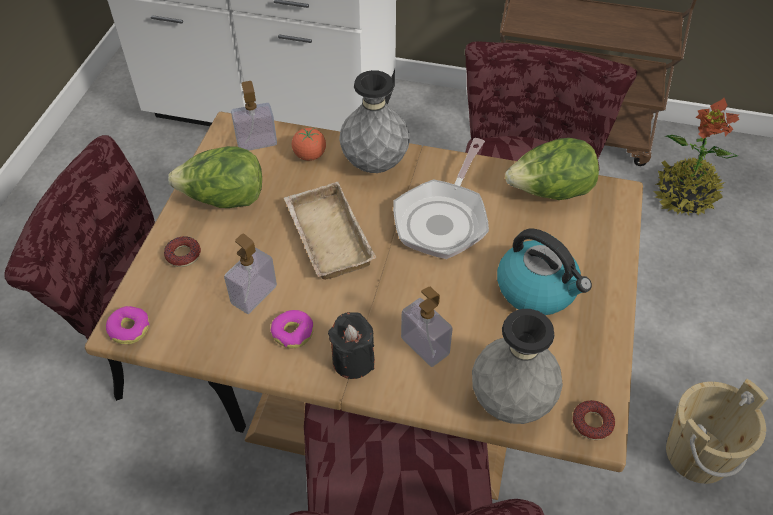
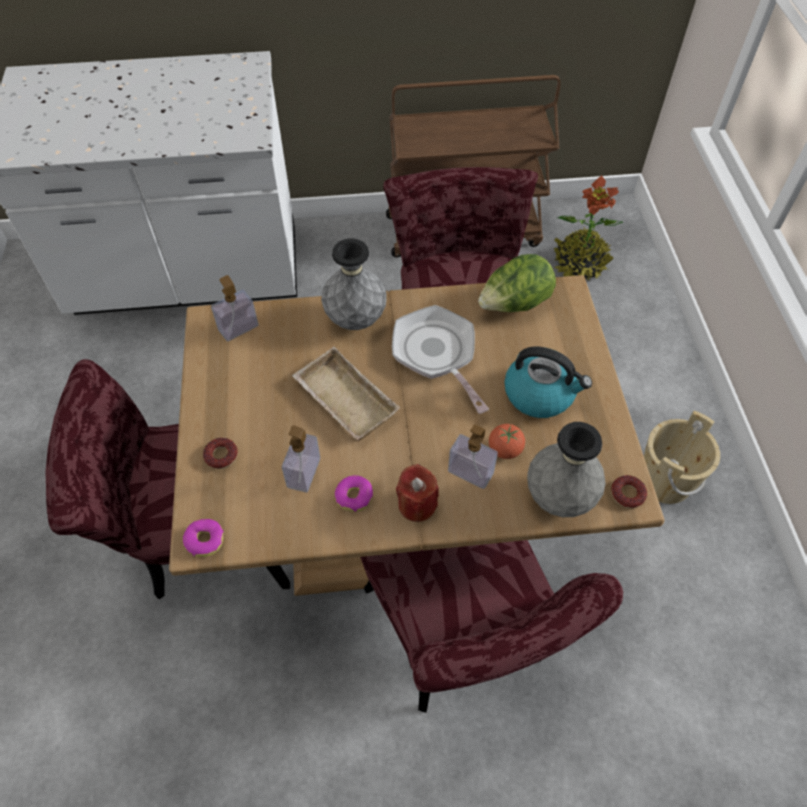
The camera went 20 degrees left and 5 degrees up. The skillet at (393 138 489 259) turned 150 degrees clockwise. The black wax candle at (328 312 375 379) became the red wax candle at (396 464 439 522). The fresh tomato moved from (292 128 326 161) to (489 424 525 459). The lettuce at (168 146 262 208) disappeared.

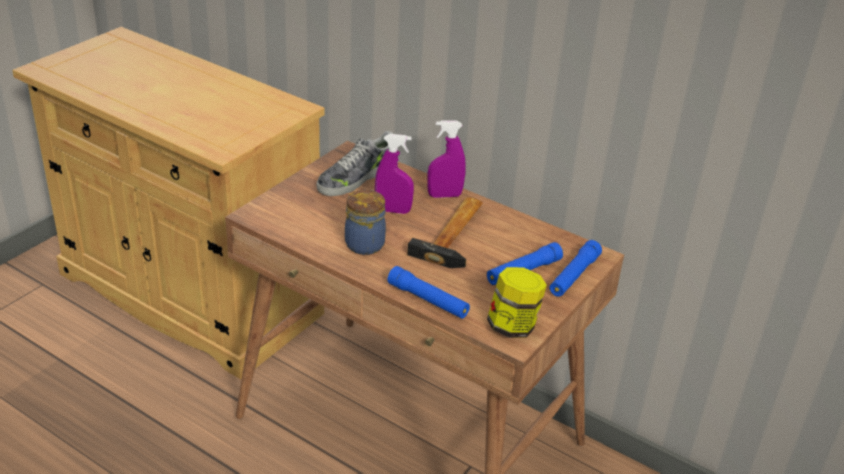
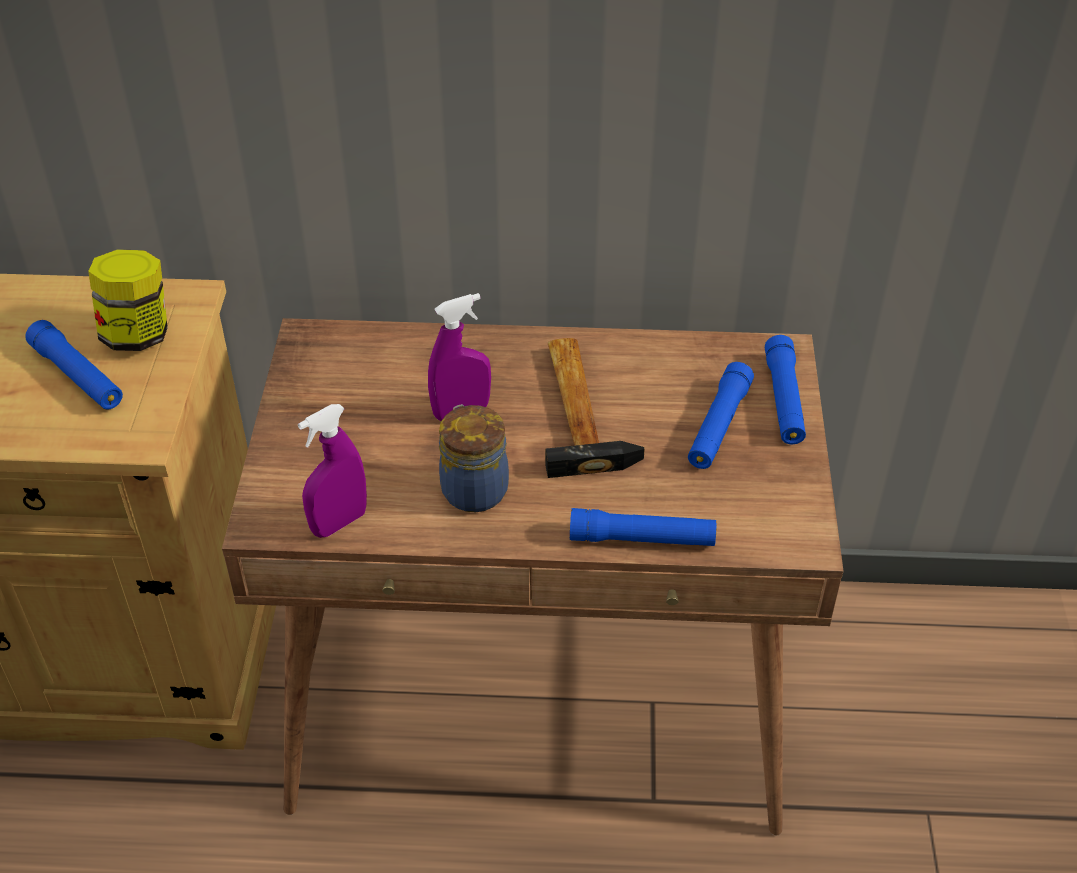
The camera went 30 degrees left and 10 degrees up. The blue torch at (25 320 123 410) appeared. The storage jar moved from (487 267 547 338) to (88 249 168 351). The purple-coloured spray bottle moved from (428 120 466 198) to (298 404 367 538). The item of footwear at (317 131 398 196) disappeared.

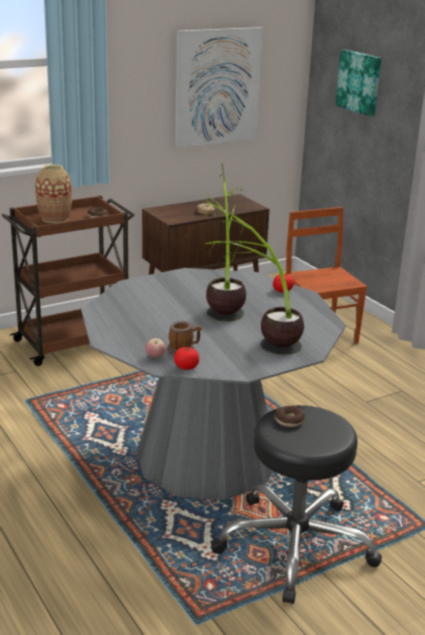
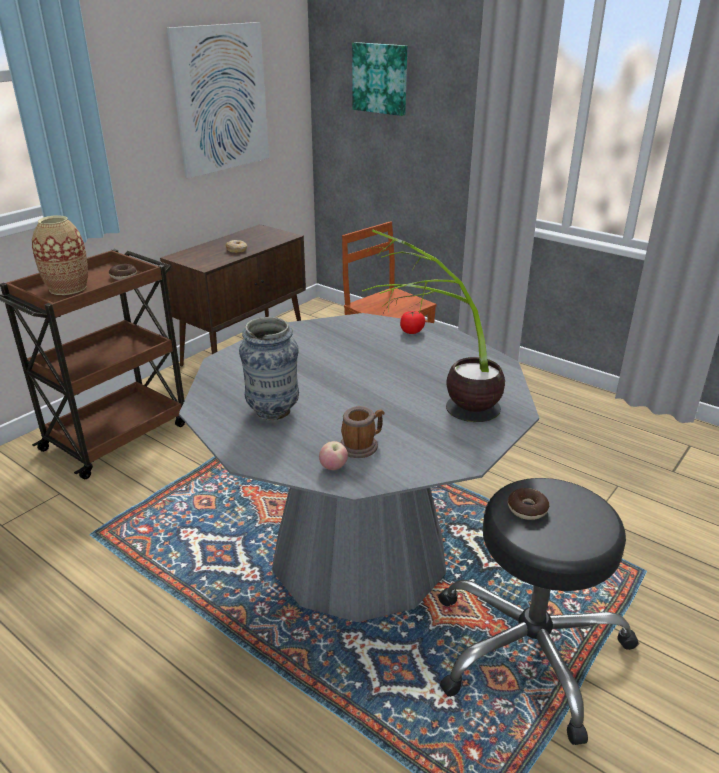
The camera went 20 degrees left and 5 degrees up. The decorative vase at (239 317 299 420) appeared. The fresh tomato at (174 347 199 370) disappeared. The houseplant at (203 163 246 321) disappeared.

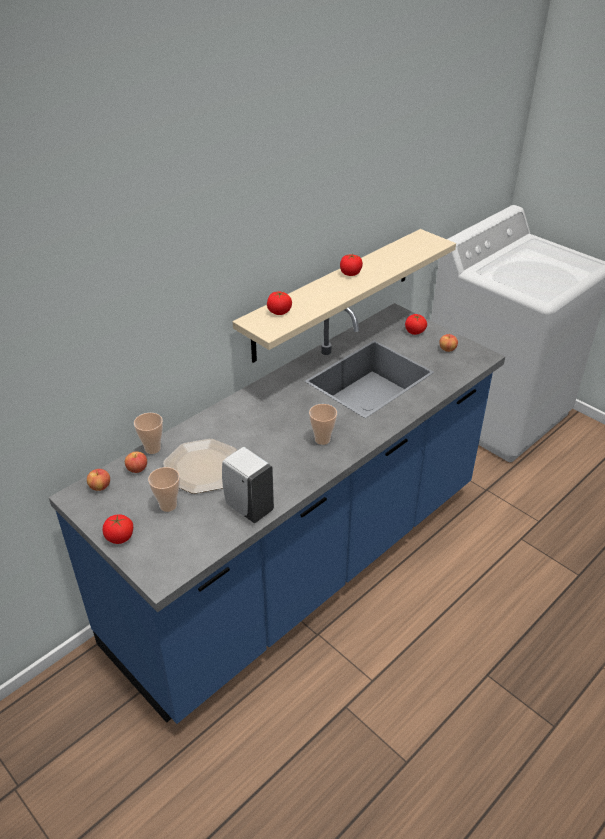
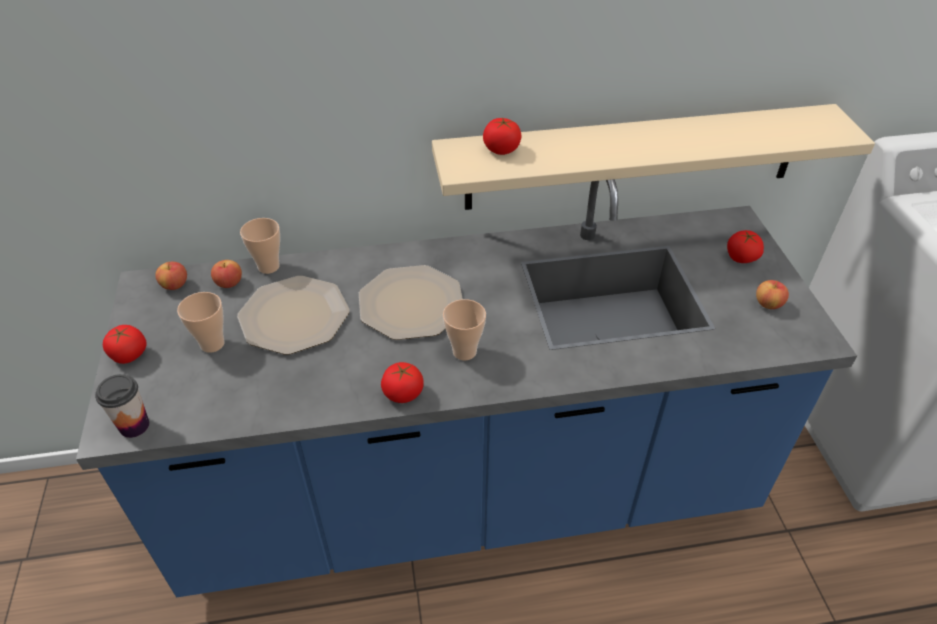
The camera went 35 degrees right and 5 degrees up. The drinking cup at (95 374 149 438) appeared. The dinner plate at (359 265 463 340) appeared. The fresh tomato moved from (340 254 363 276) to (381 362 424 403). The white-coloured soap bottle at (222 447 274 523) disappeared.

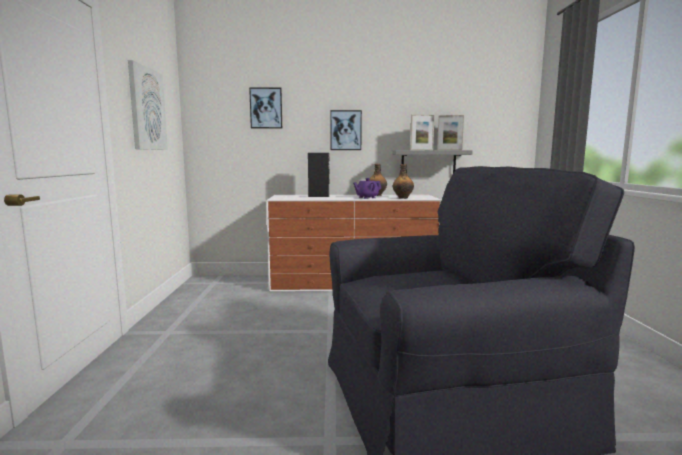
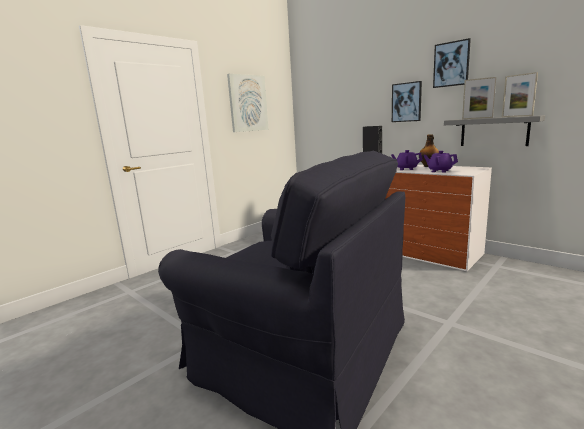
The camera went 45 degrees right and 5 degrees up. The beverage bottle at (393 164 414 199) was replaced by the purple-coloured tea pot at (424 151 458 173). The wall picture moved from (249 88 282 129) to (433 38 471 88).

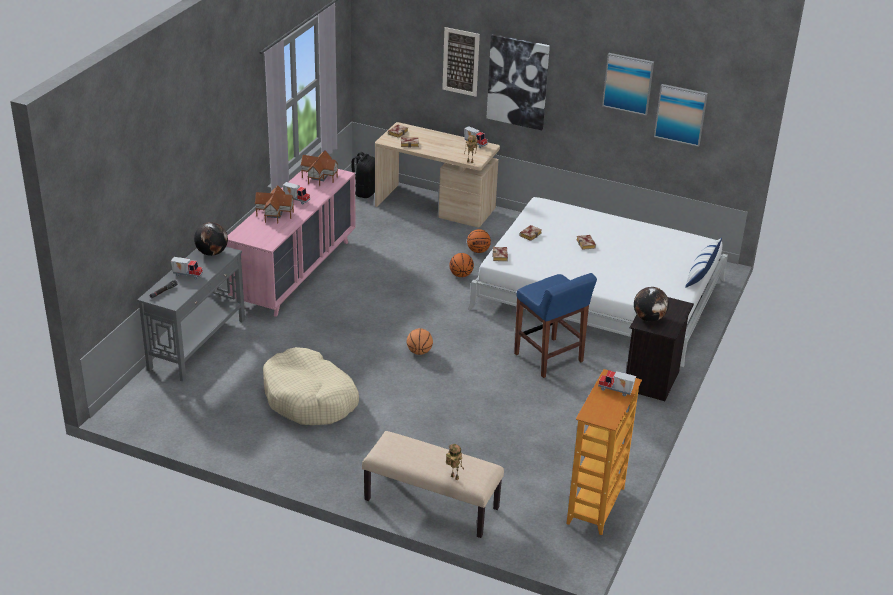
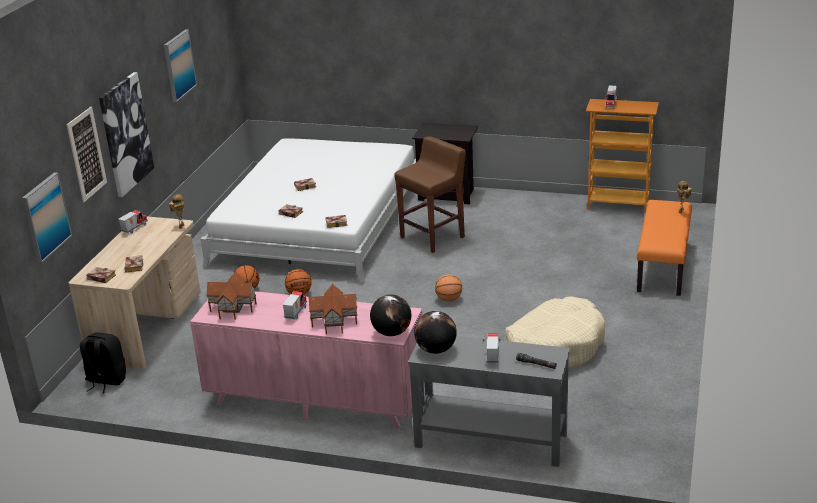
The camera went 95 degrees left and 5 degrees down. The wall picture moved from (654 84 708 147) to (22 172 72 263). The desk globe moved from (634 287 669 322) to (370 294 411 336). The blue sitting stool at (514 273 597 378) became the brownish sitting stool at (394 136 466 253). The beige long seat at (362 431 504 538) became the orangey long seat at (637 200 692 296). The throw pillow at (685 238 722 288) disappeared.

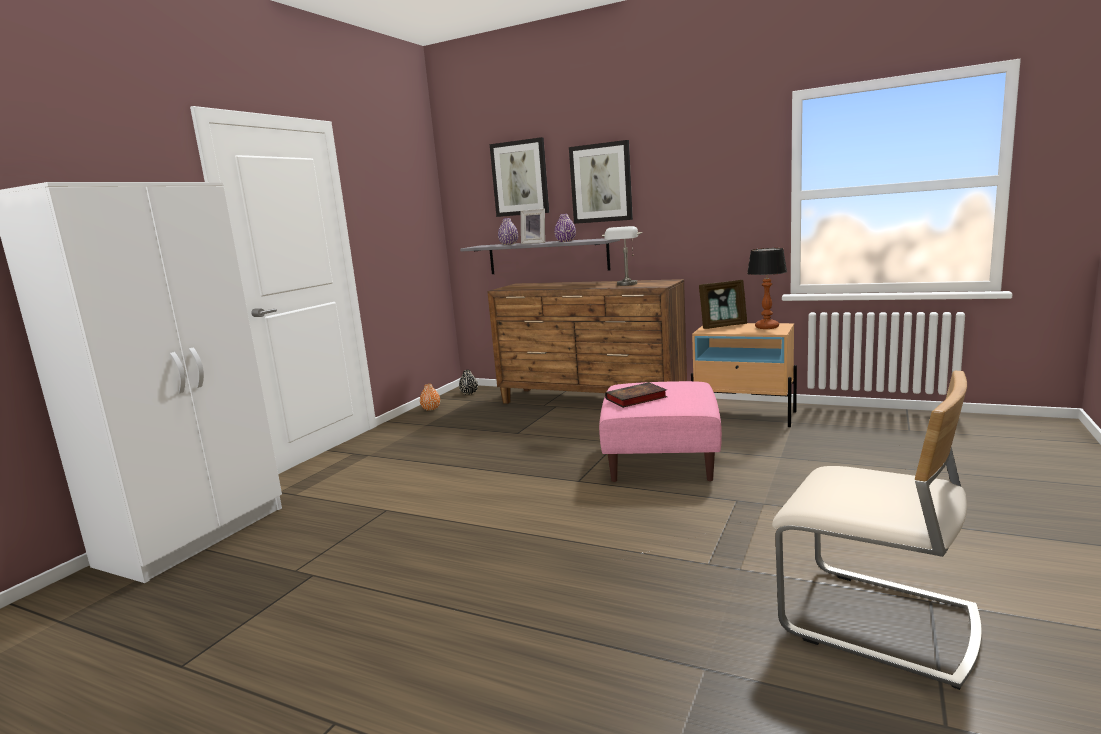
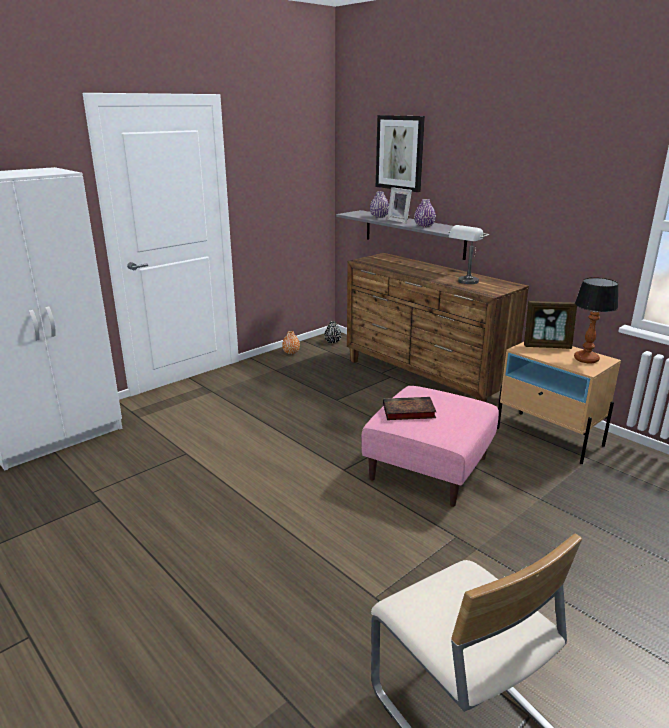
The camera went 20 degrees right and 10 degrees up. The wall picture at (569 140 633 224) disappeared.

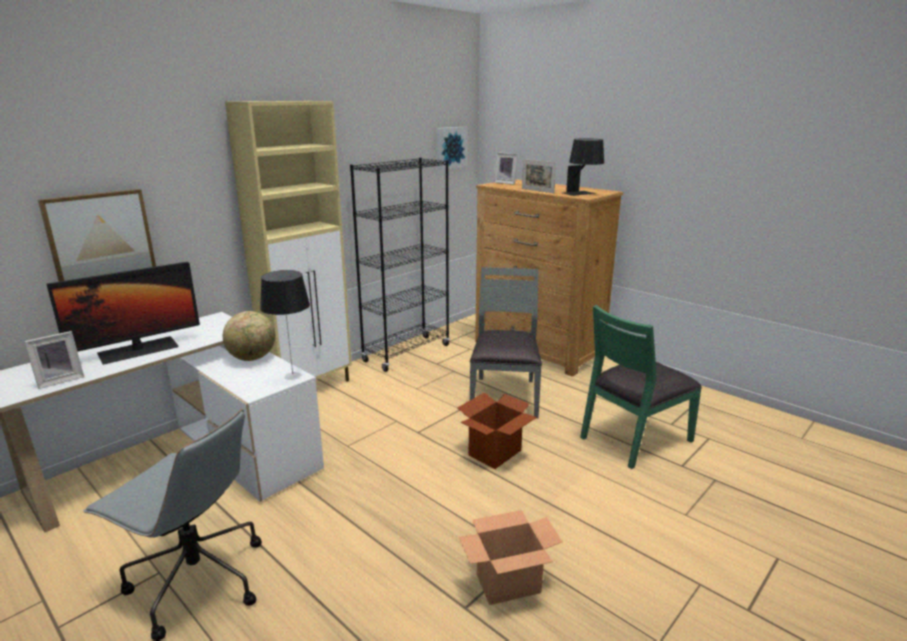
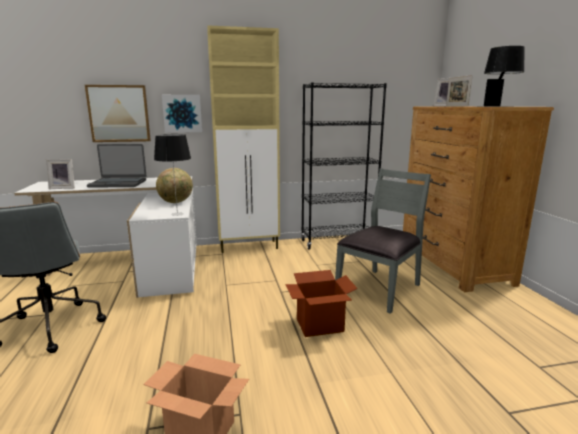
The camera went 35 degrees right and 5 degrees down. The computer screen at (46 262 200 365) was replaced by the laptop at (87 144 146 188). The wall picture moved from (437 127 467 170) to (162 95 202 133). The green plain chair at (580 305 702 469) disappeared.

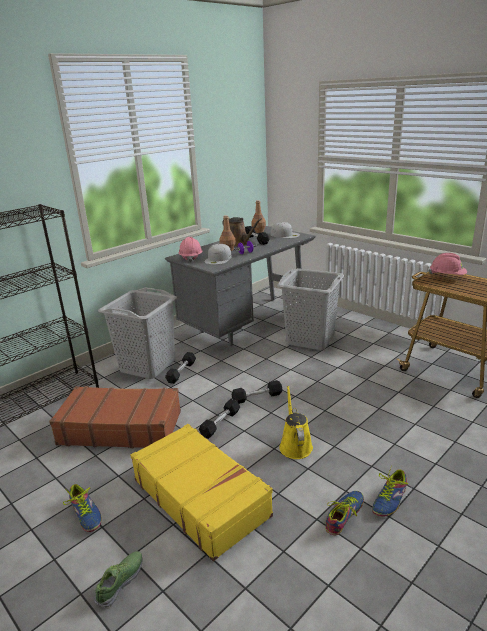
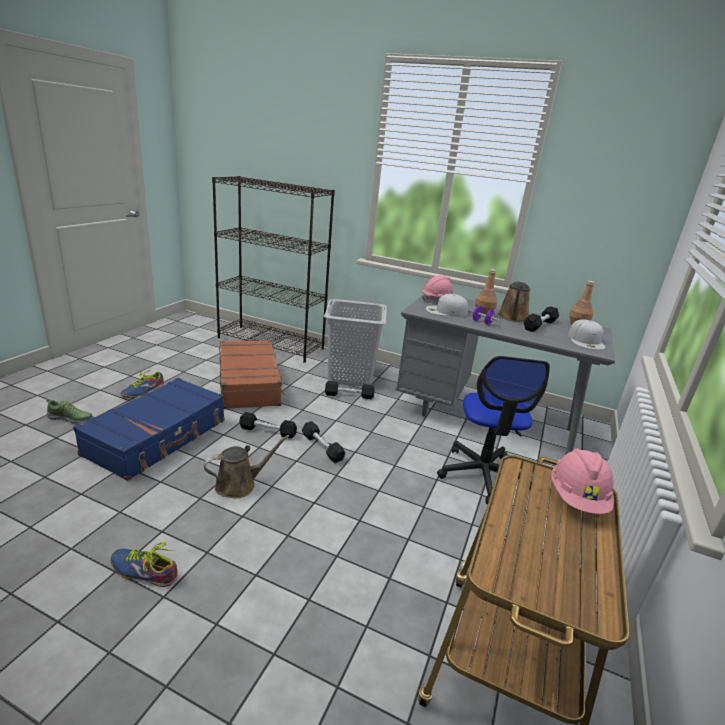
The camera went 65 degrees right and 0 degrees up. The yellow-coloured travel case at (130 424 273 561) became the blue travel case at (73 378 225 481). The yellow-coloured sprinkling can at (279 386 313 459) became the brownish sprinkling can at (203 435 289 498). The gray washing basket at (277 268 345 350) was replaced by the desk chair at (437 356 550 504). The item of footwear at (325 491 364 535) disappeared.

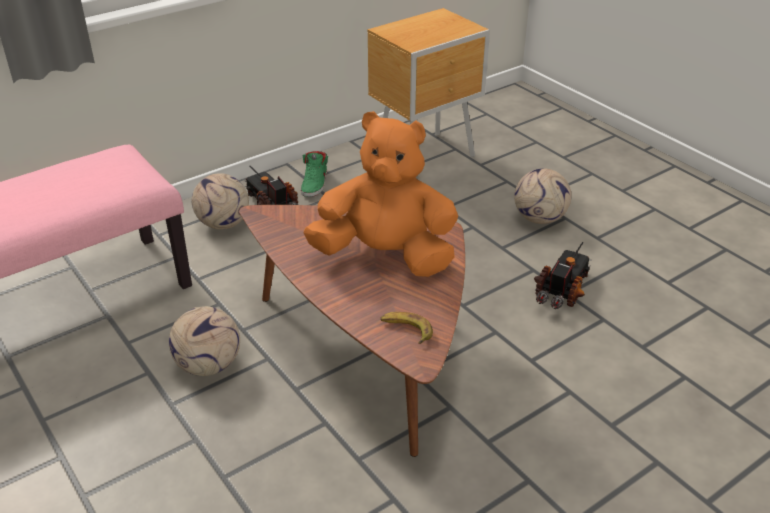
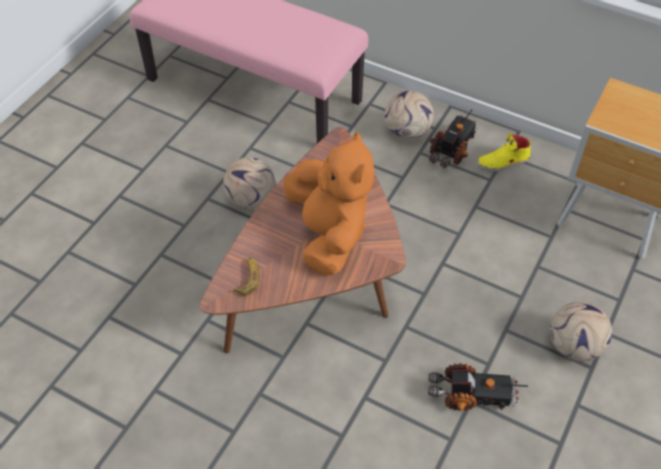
The camera went 65 degrees right and 15 degrees up. The green item of footwear at (301 151 328 197) became the yellow-coloured item of footwear at (477 133 531 171).

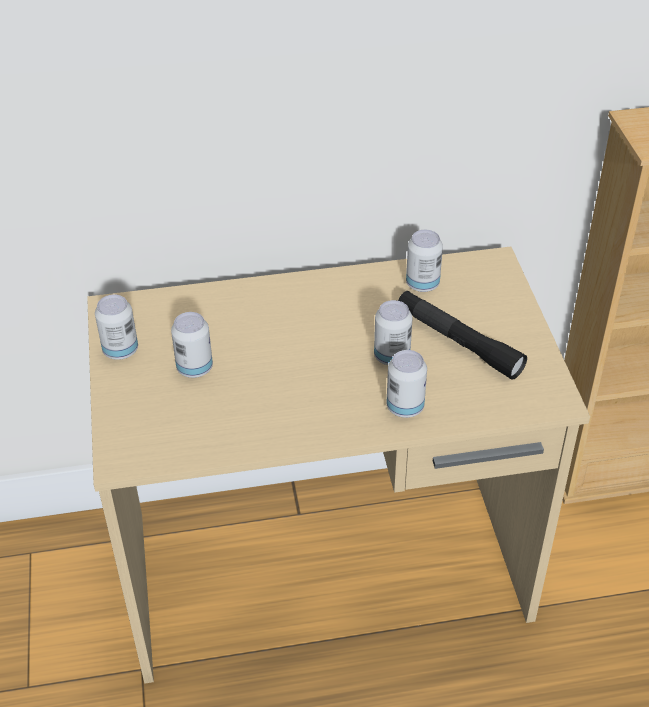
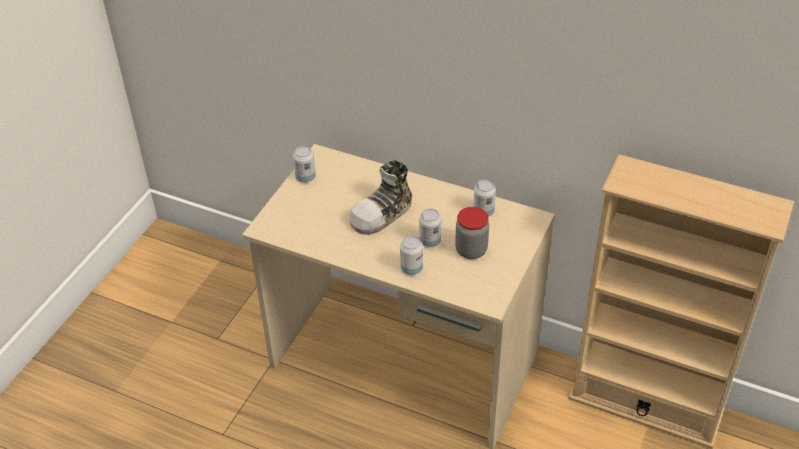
The camera went 35 degrees right and 0 degrees up. The item of footwear at (350 160 412 235) appeared. The black torch at (398 291 527 380) was replaced by the storage jar at (455 207 489 259). The sealed can at (171 312 213 378) disappeared.

